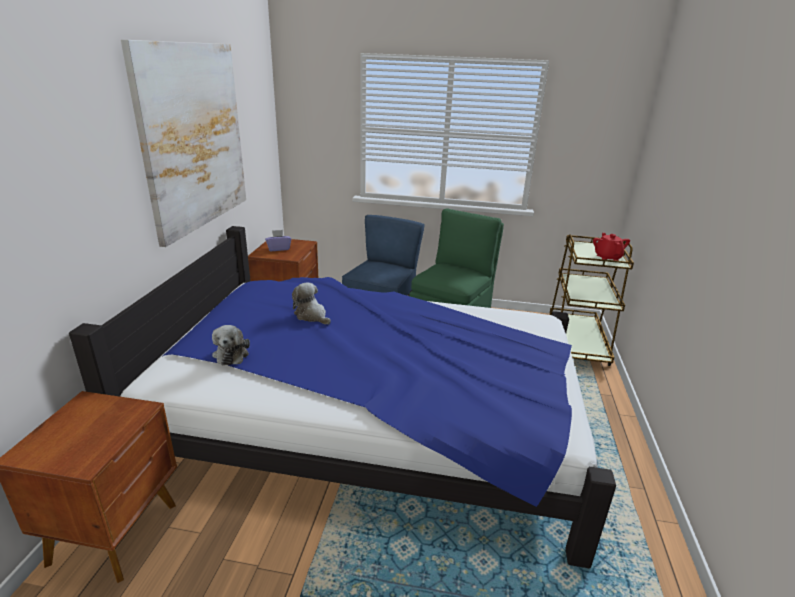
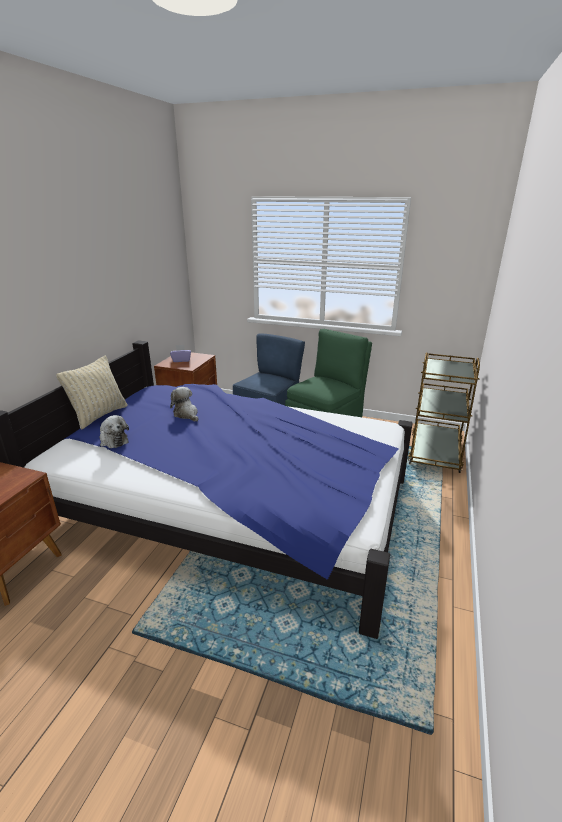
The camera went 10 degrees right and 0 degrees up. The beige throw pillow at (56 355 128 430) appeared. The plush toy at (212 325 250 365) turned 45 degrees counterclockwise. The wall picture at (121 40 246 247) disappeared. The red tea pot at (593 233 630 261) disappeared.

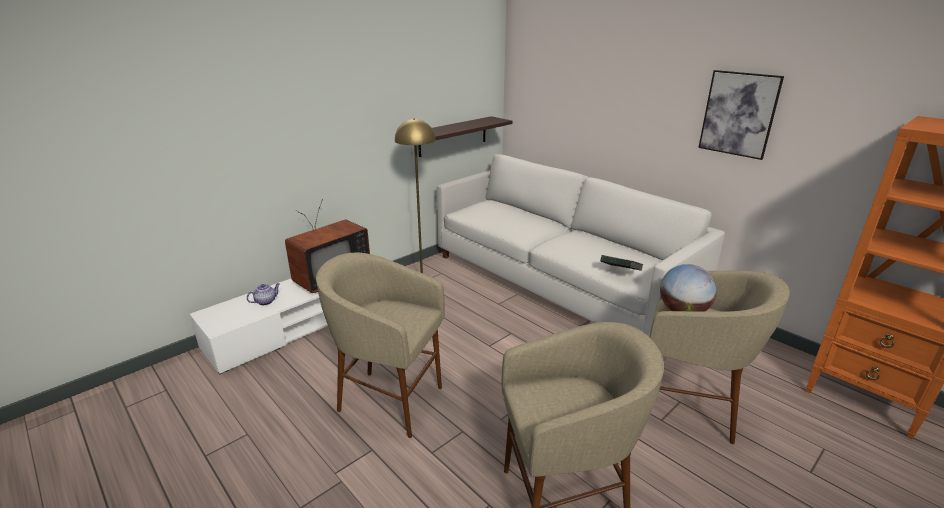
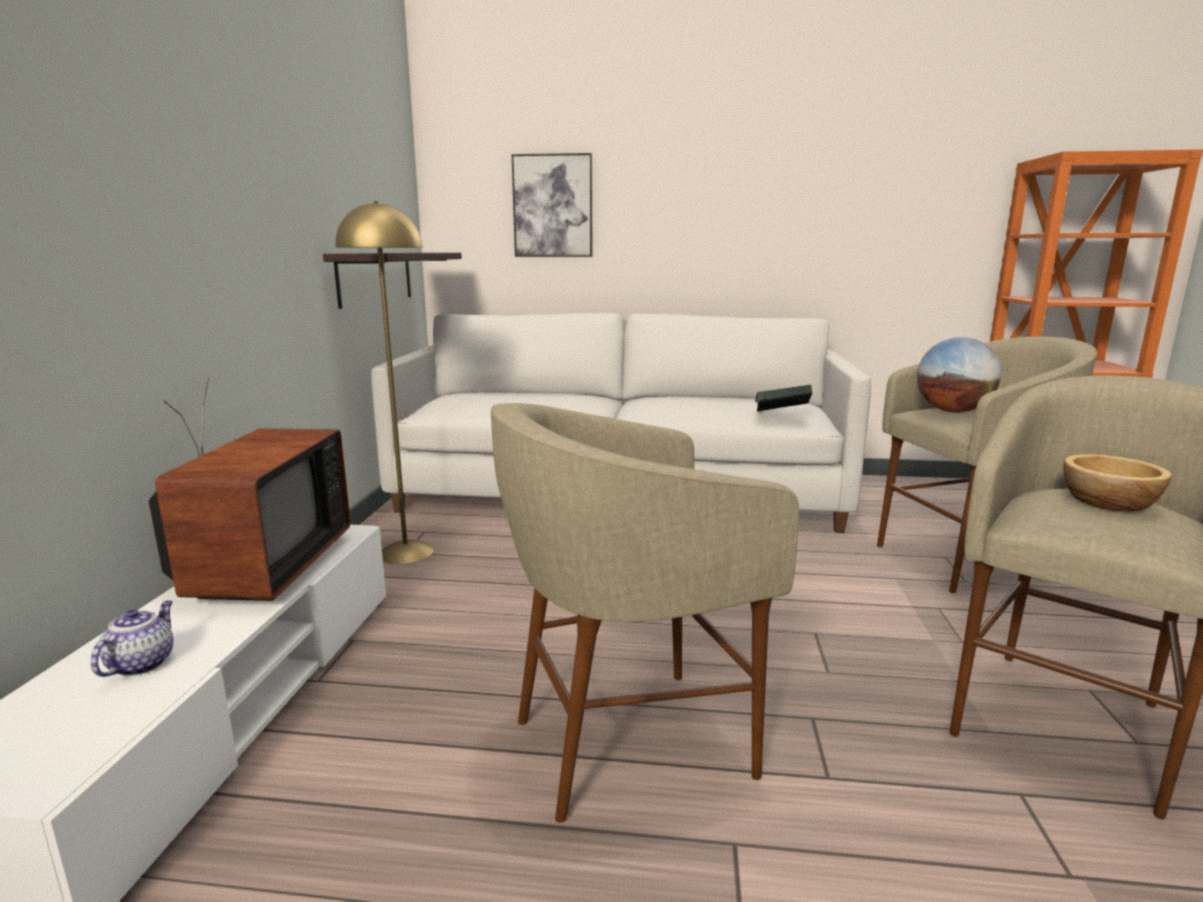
The camera went 40 degrees left and 10 degrees down. The wall picture moved from (698 70 784 160) to (512 153 592 257). The bowl at (1063 454 1172 512) appeared.

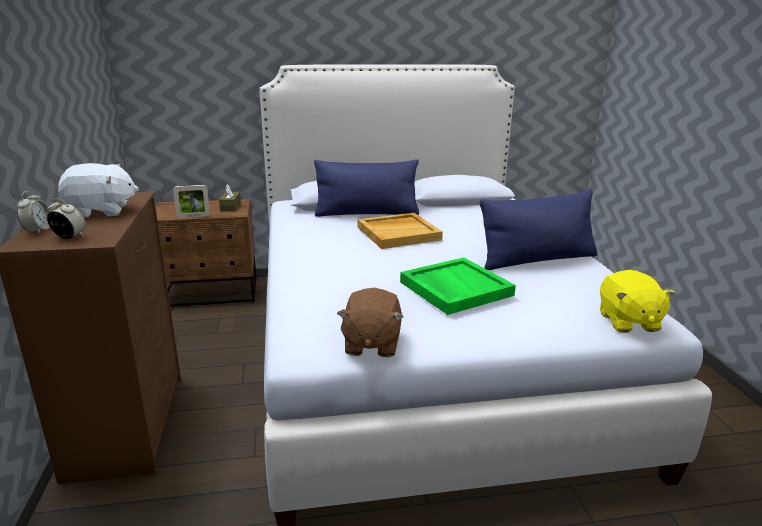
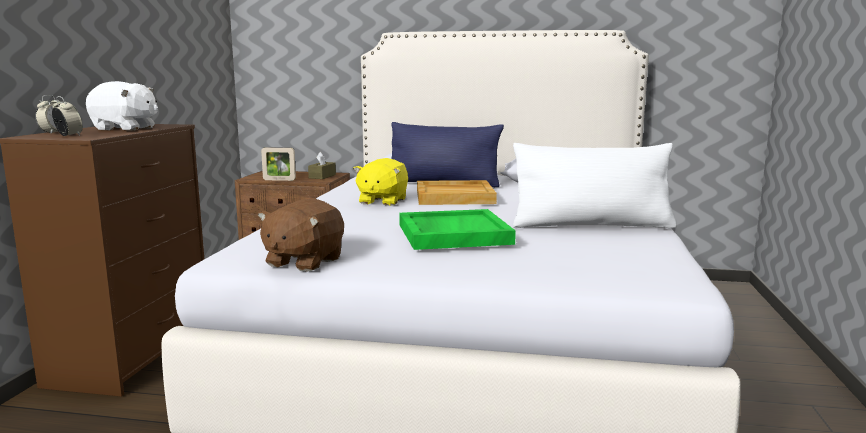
The camera went 20 degrees right and 10 degrees down. The yellow-coloured plush toy moved from (600 270 675 333) to (353 158 408 206). The blue throw pillow at (480 189 598 270) became the white-coloured throw pillow at (513 143 677 228).

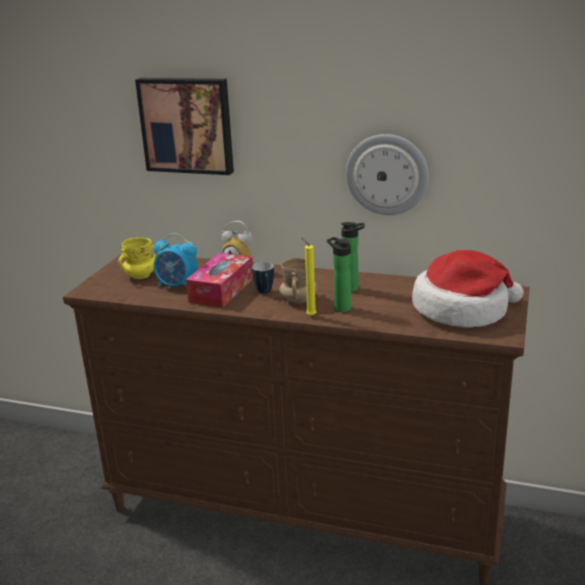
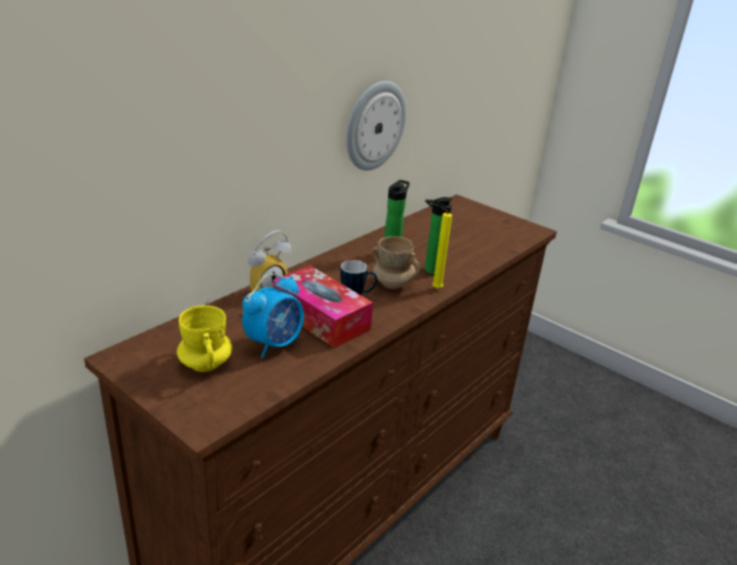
The camera went 70 degrees left and 5 degrees up. The wall picture at (135 78 234 175) disappeared. The clothing hat at (412 250 524 328) disappeared.

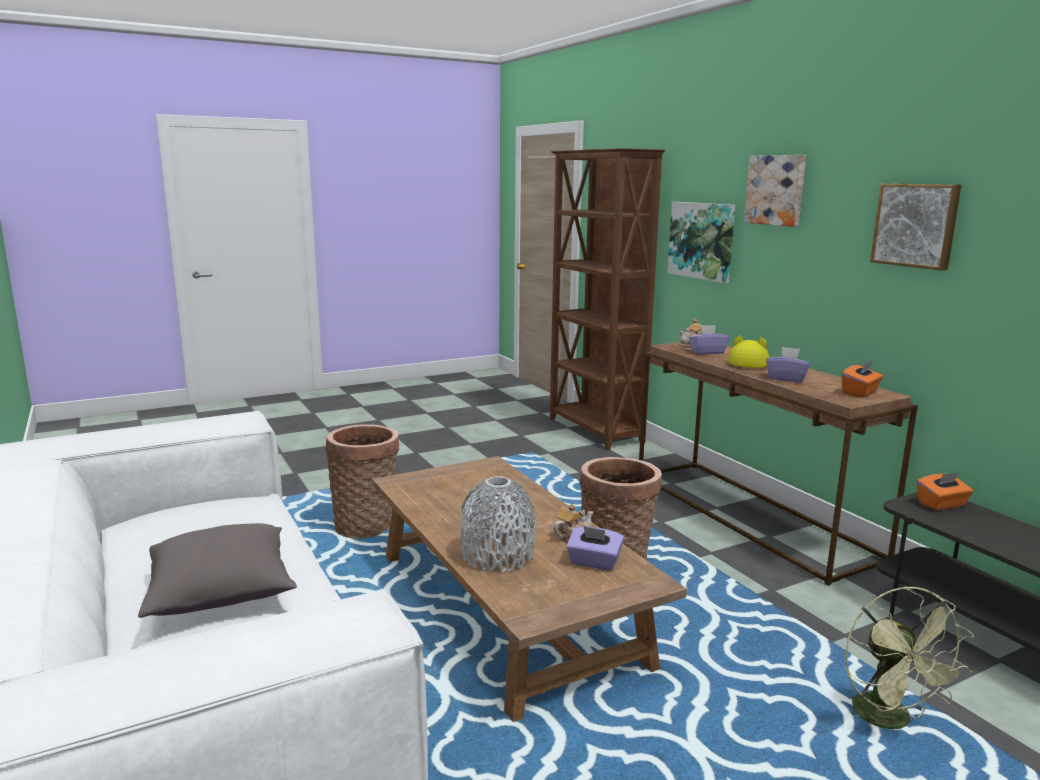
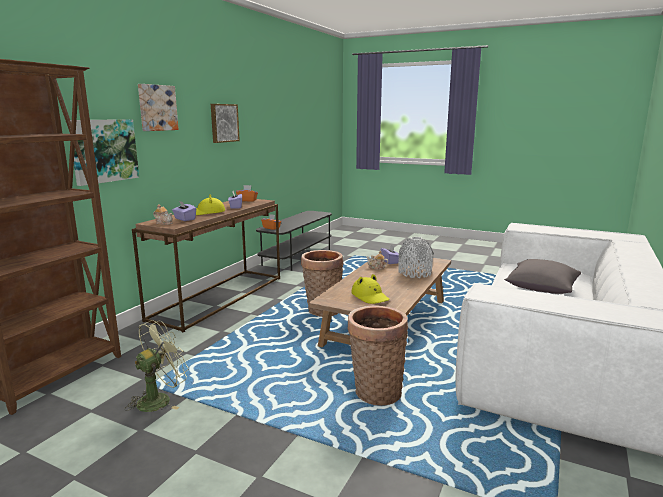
The camera went 125 degrees left and 0 degrees up. The green fan moved from (845 586 974 729) to (125 320 189 412). The yellow-coloured clothing hat at (351 274 390 304) appeared.

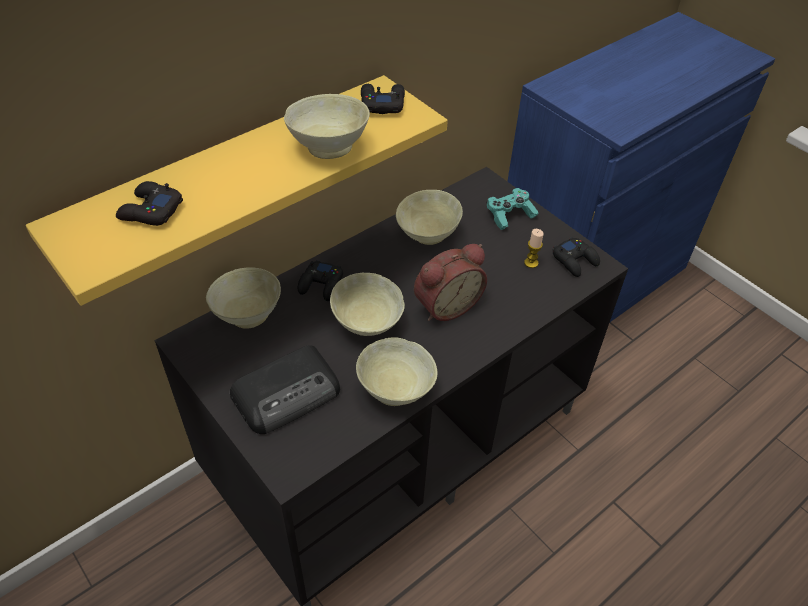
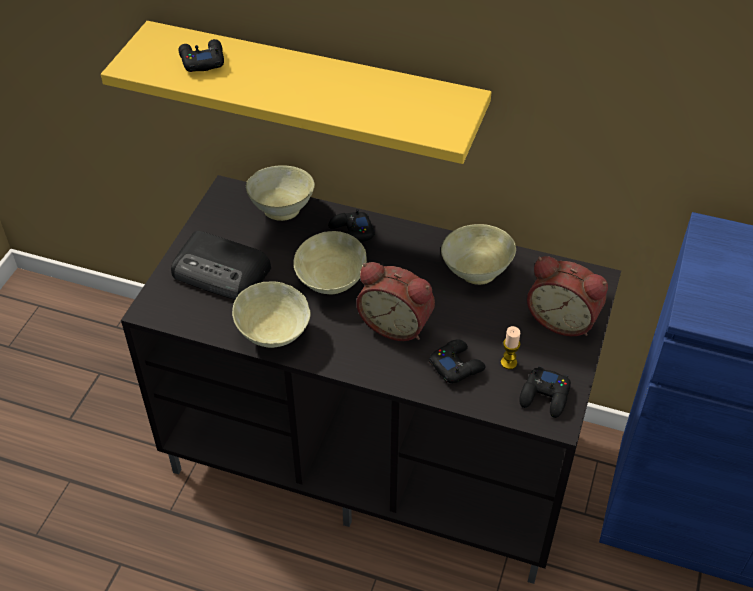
The camera went 60 degrees right and 0 degrees up. The black joypad moved from (361 84 405 114) to (429 339 486 383). The blue-green joypad at (486 188 539 230) was replaced by the bedside clock at (527 256 608 336). The beige bowl at (284 94 370 159) disappeared.

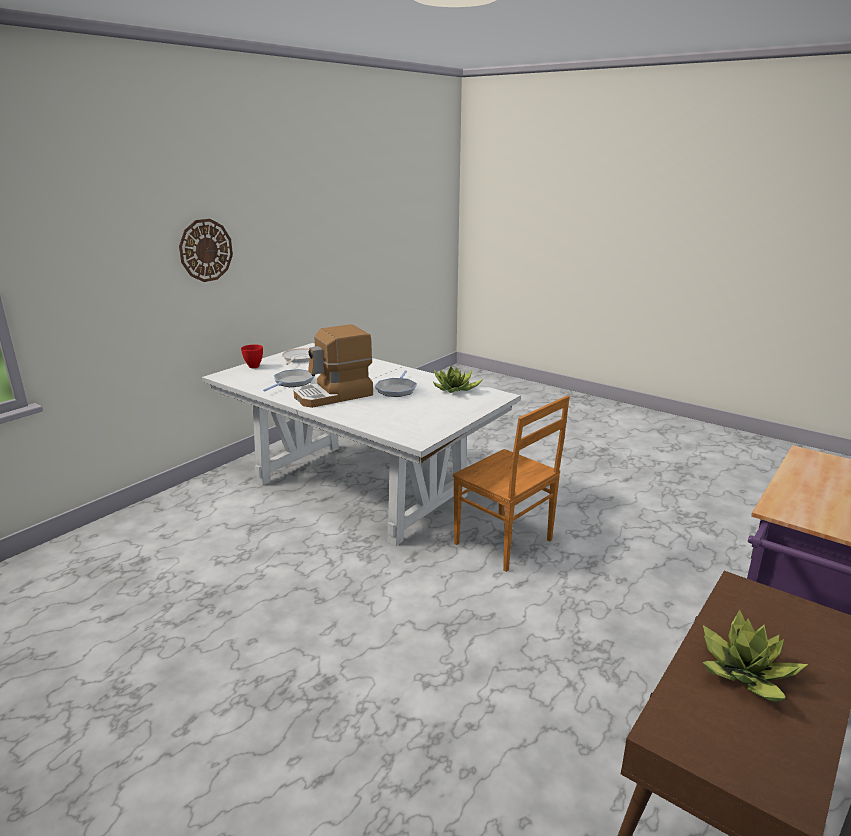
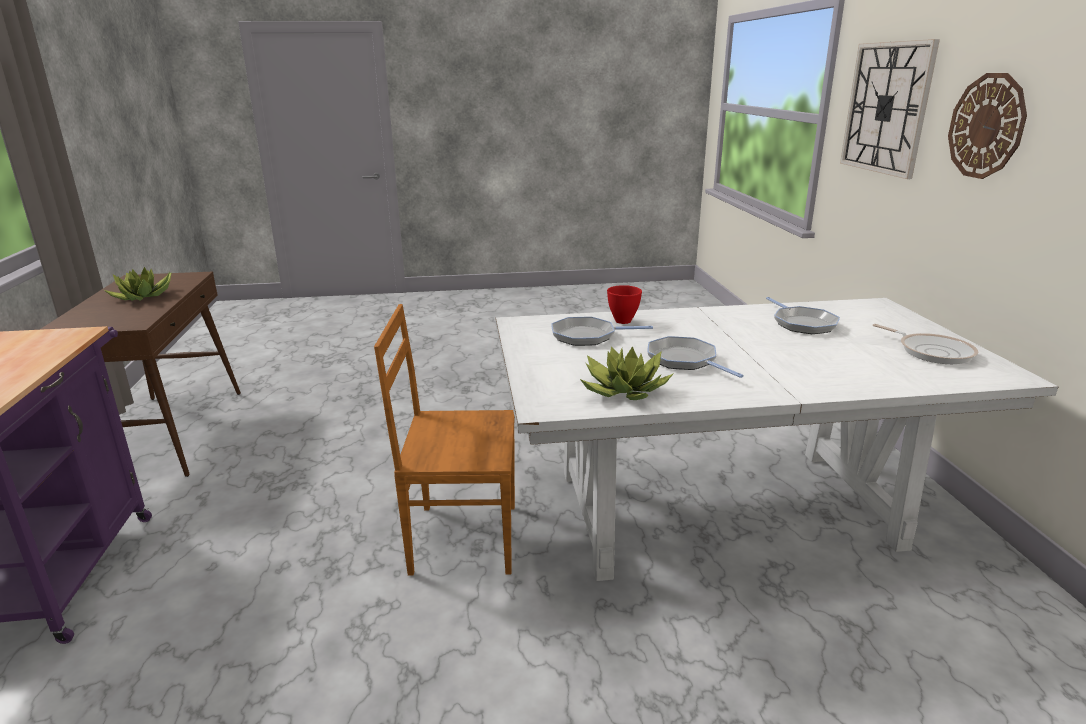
The camera went 135 degrees right and 0 degrees up. The skillet at (551 317 653 346) appeared. The red bowl moved from (241 344 263 368) to (607 285 642 324). The hanging clock at (840 39 940 179) appeared. The coffee maker at (294 324 373 408) disappeared.

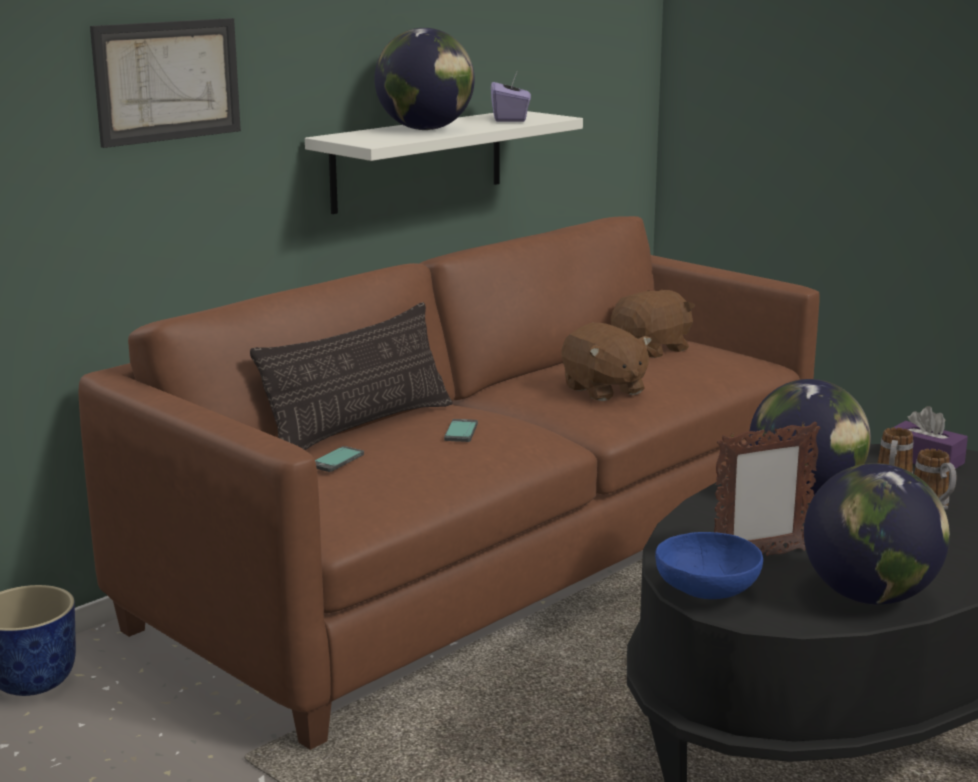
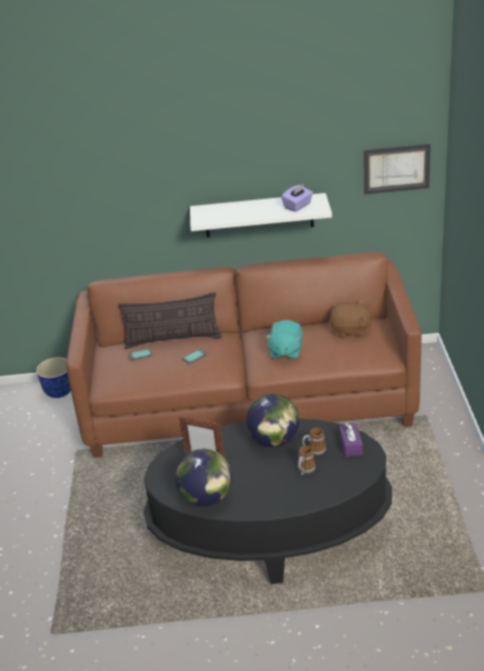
The camera went 45 degrees right and 15 degrees up. The brownish plush toy at (561 323 652 401) became the blue-green plush toy at (265 320 303 359). The wall picture moved from (90 18 241 148) to (364 144 431 194). The desk globe at (375 28 475 130) disappeared. The blue bowl at (655 532 763 599) disappeared.

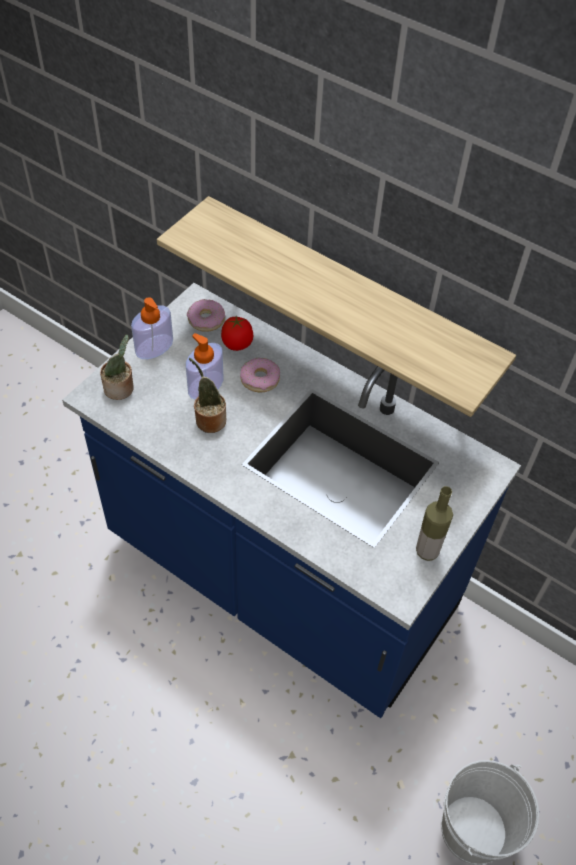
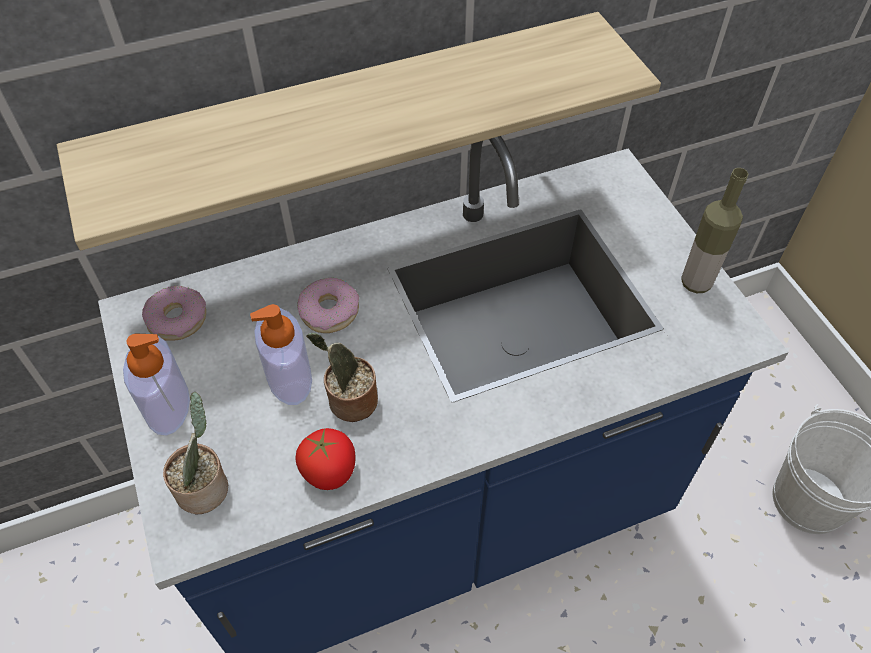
The camera went 55 degrees left and 0 degrees up. The fresh tomato moved from (221 316 253 351) to (295 428 356 490).

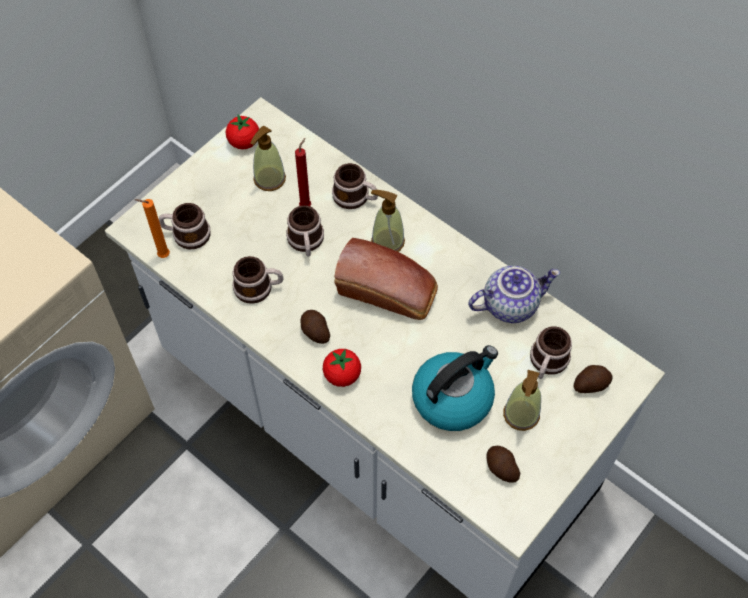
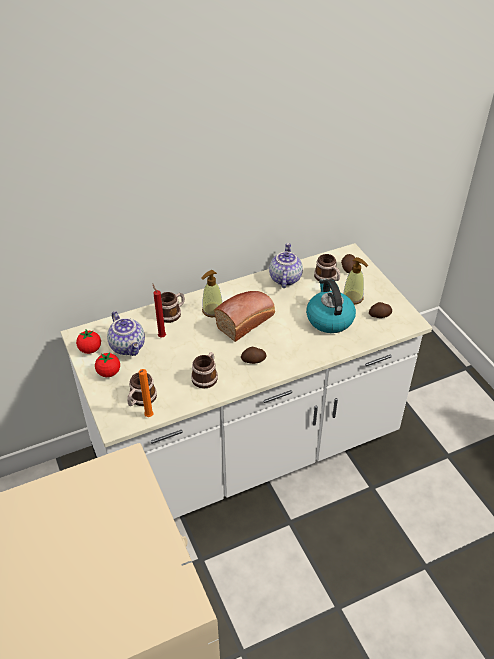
The camera went 65 degrees left and 15 degrees down. The fresh tomato moved from (323 349 361 387) to (95 352 120 377). The soap bottle at (250 126 286 191) was replaced by the tea pot at (107 311 145 356). The coffee mug at (286 205 324 257) disappeared.

